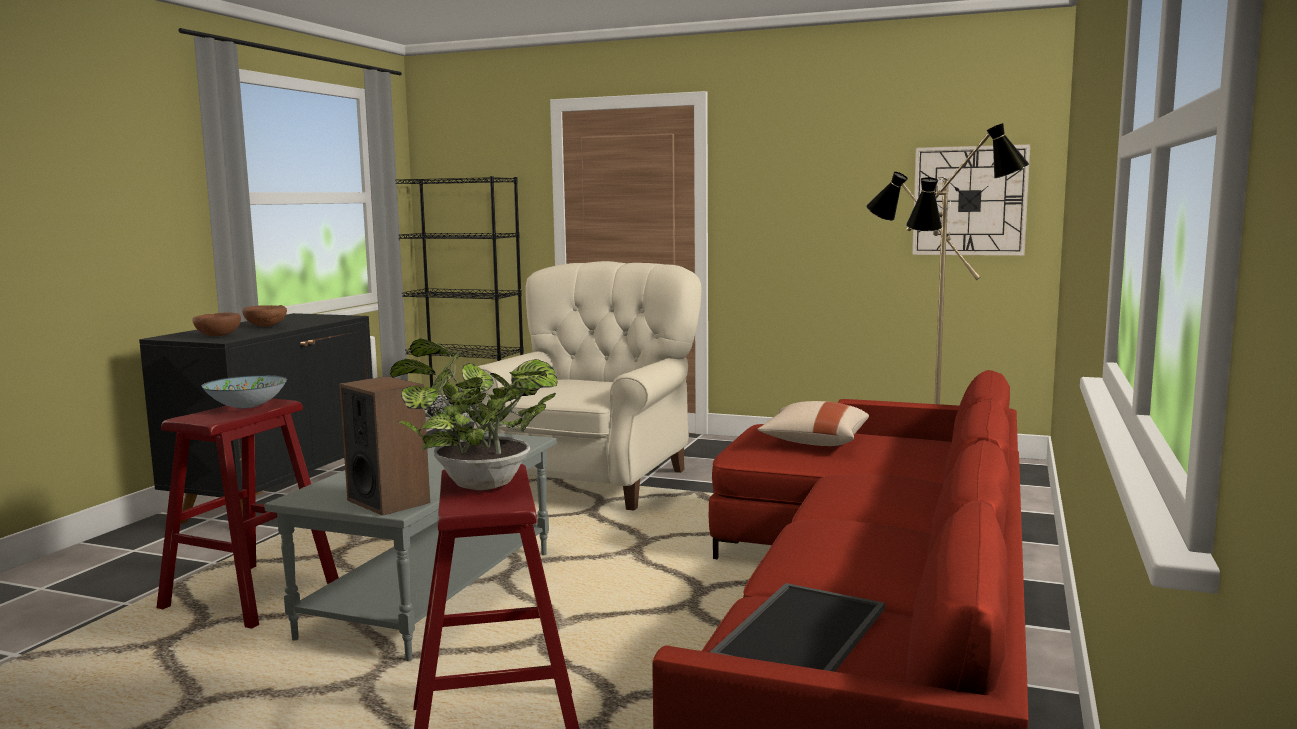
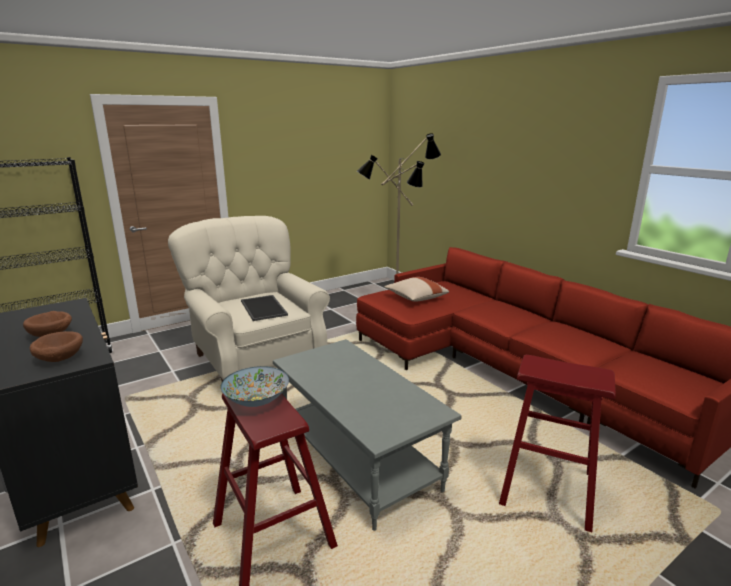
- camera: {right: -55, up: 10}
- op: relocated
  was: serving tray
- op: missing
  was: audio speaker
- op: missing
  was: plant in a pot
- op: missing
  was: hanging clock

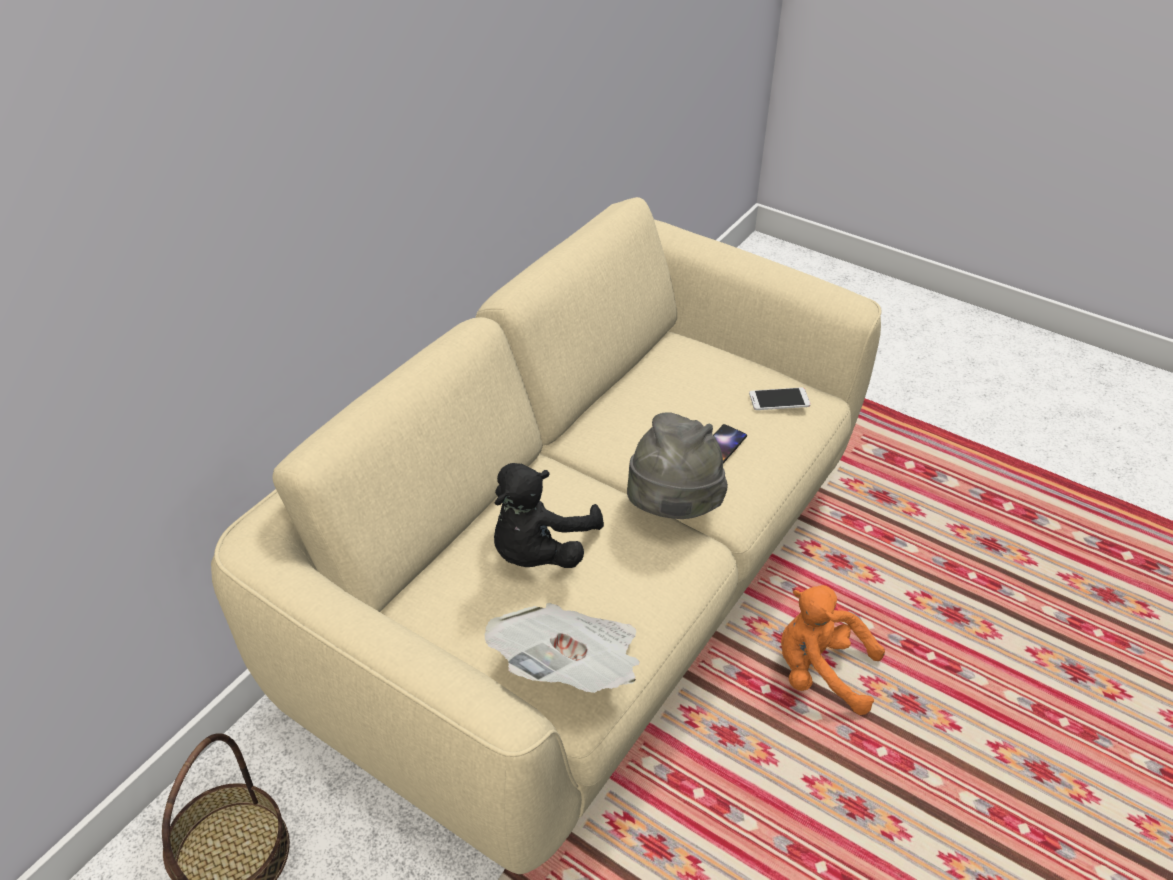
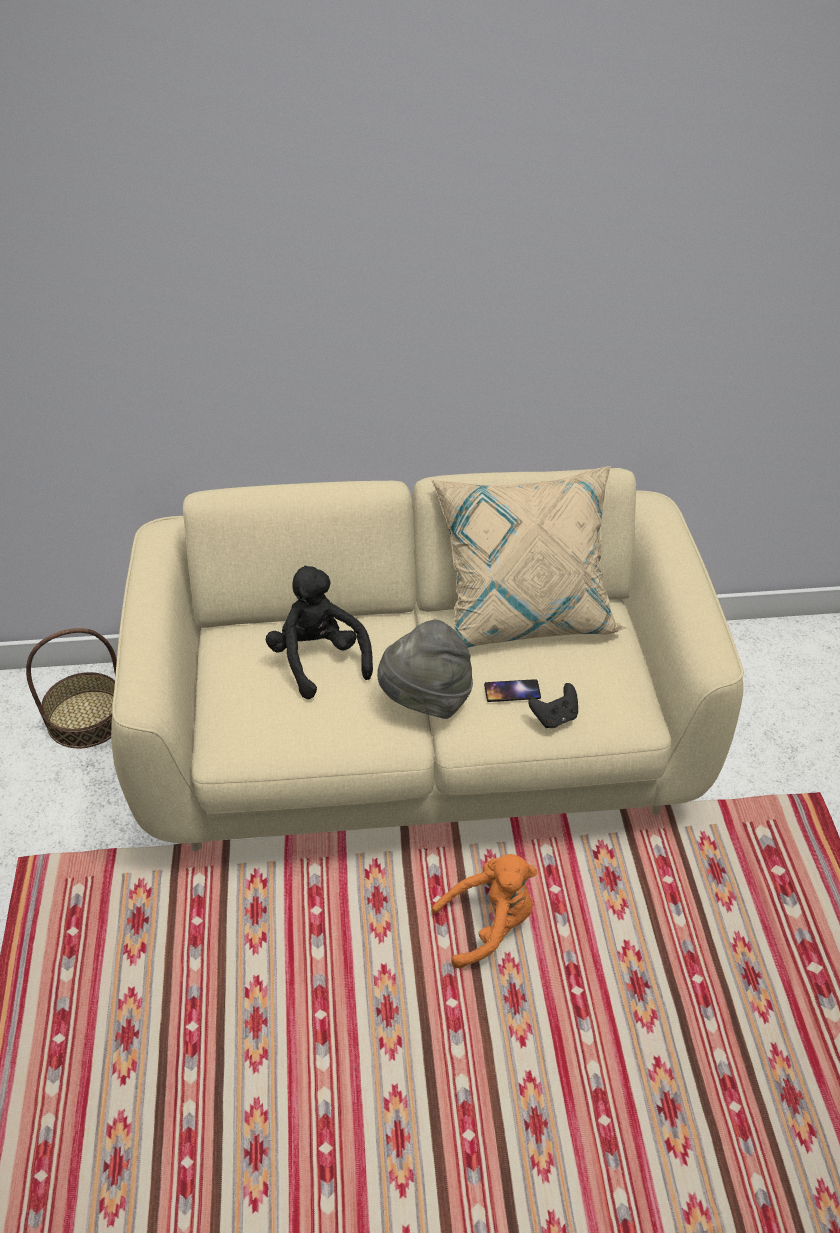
- camera: {right: 50, up: 0}
- op: spun
  was: soft toy (blackish)
  clockwise: 75
- op: appeared
  now: pillow (sand-coloured)
- op: spun
  was: soft toy (orange-coloured)
  clockwise: 90
- op: appeared
  now: joypad (blackish)
- op: missing
  was: printed paper
- op: missing
  was: telephone (no. 2 from left)

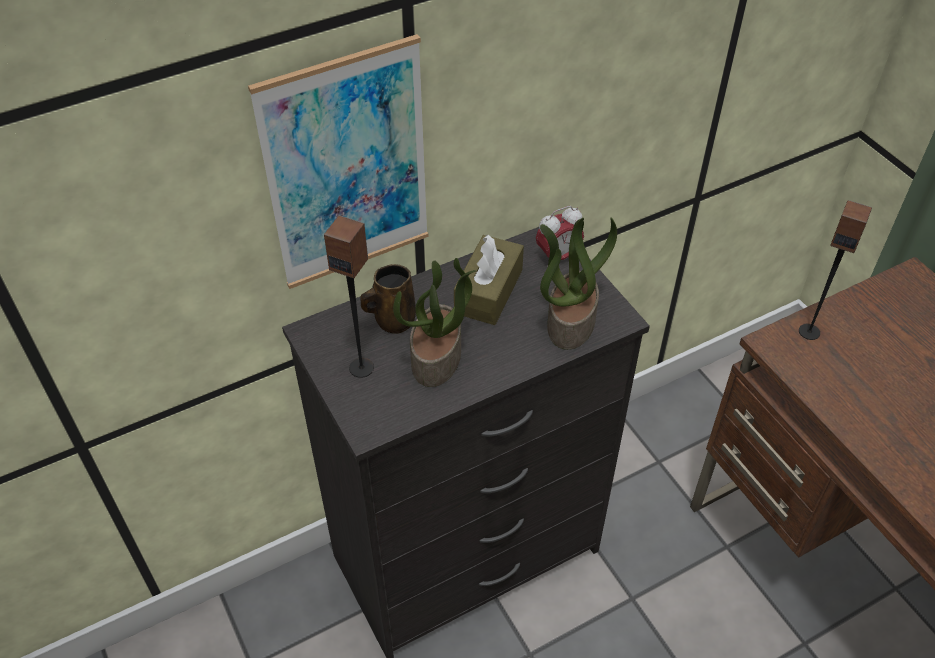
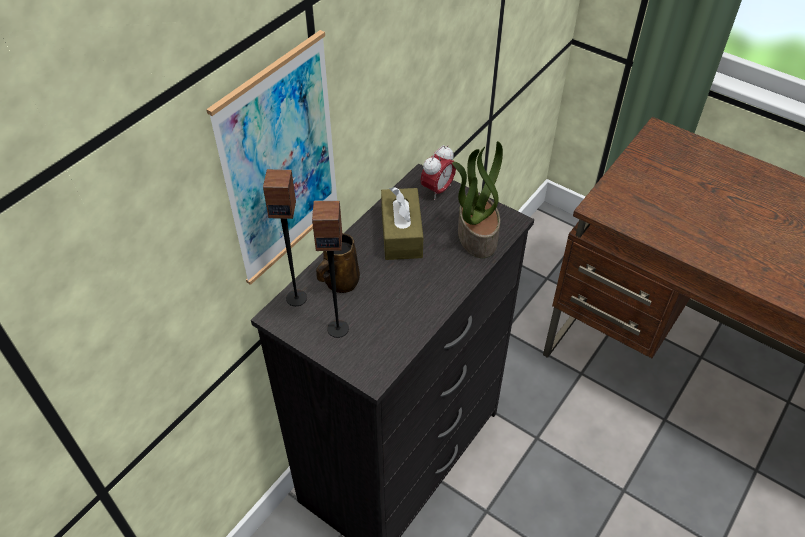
- camera: {right: -25, up: 0}
- op: relocated
  was: audio speaker (no. 2 from left in the first image)
  now: audio speaker (no. 1 from left)
- op: missing
  was: plant in a pot (no. 1 from left)

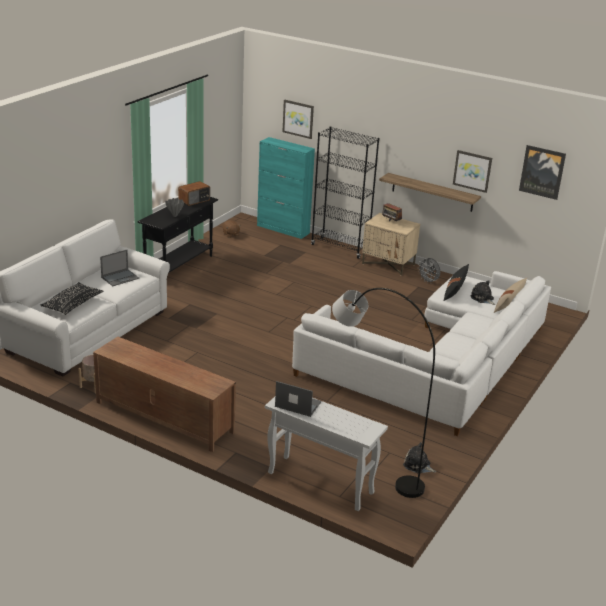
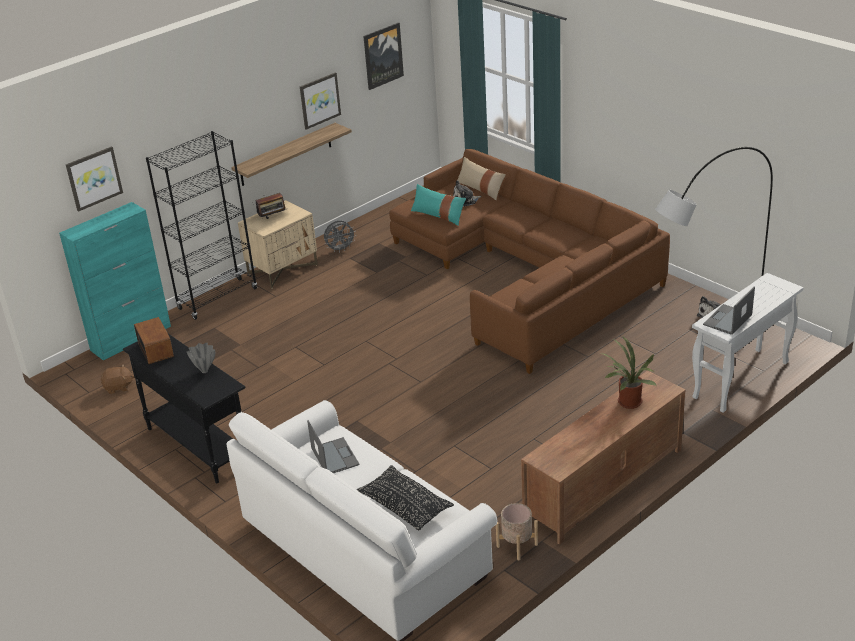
- camera: {right: -70, up: 5}
- op: colour
  was: settee (whitish) (no. 2 from left)
  now: settee (brown)
- op: colour
  was: pillow (blackish) (no. 2 from left)
  now: pillow (blue-green)
- op: appeared
  now: plant in a pot

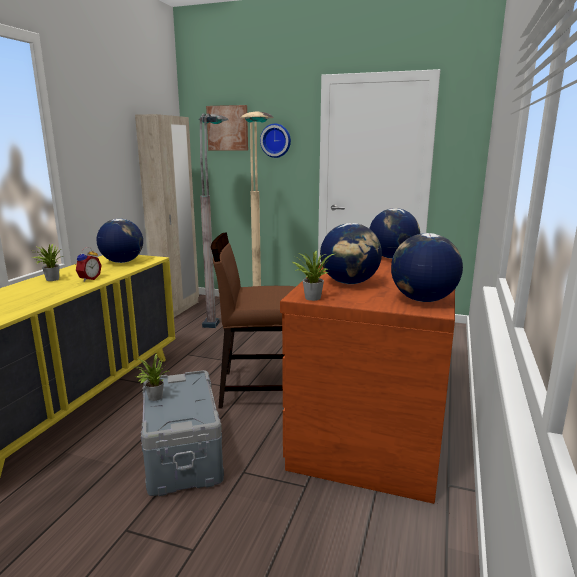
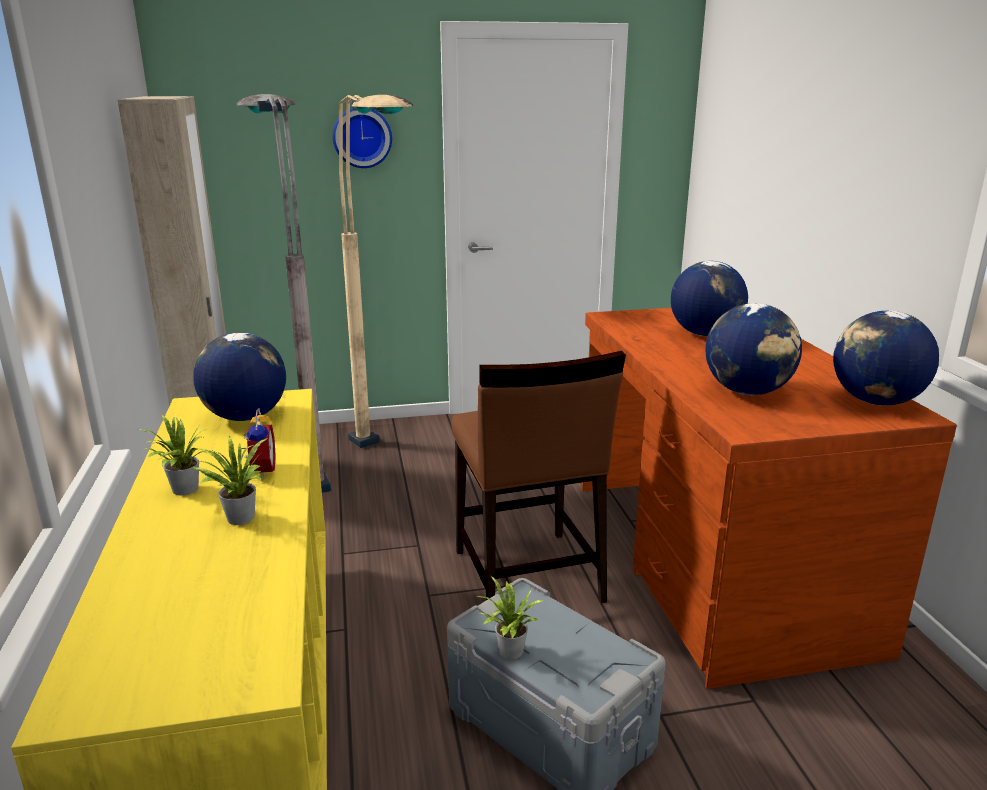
- camera: {right: -30, up: 5}
- op: relocated
  was: plant in a pot (no. 3 from left in the first image)
  now: plant in a pot (no. 2 from left)
- op: spun
  was: chair (brown)
  clockwise: -75
- op: missing
  was: picture

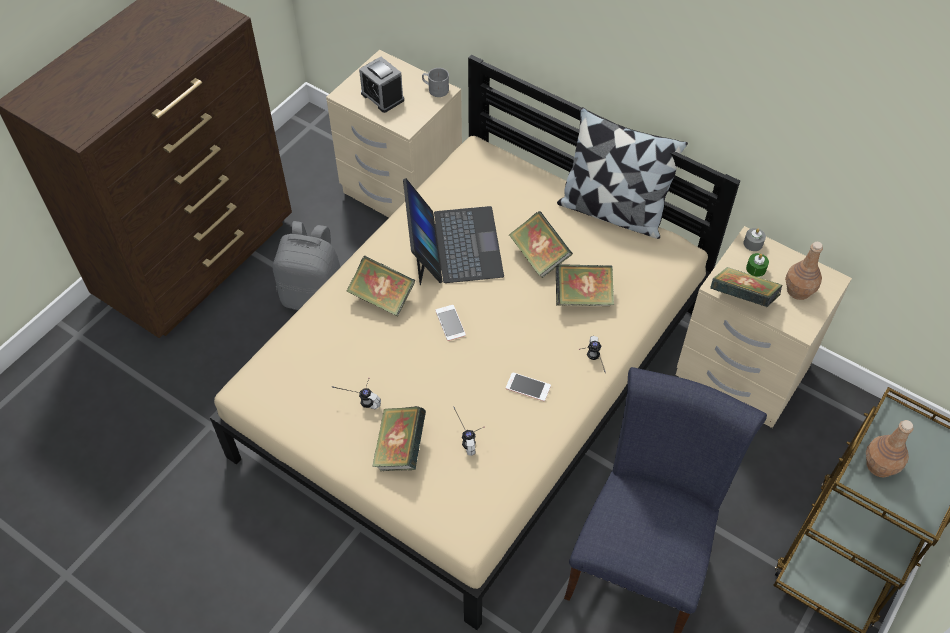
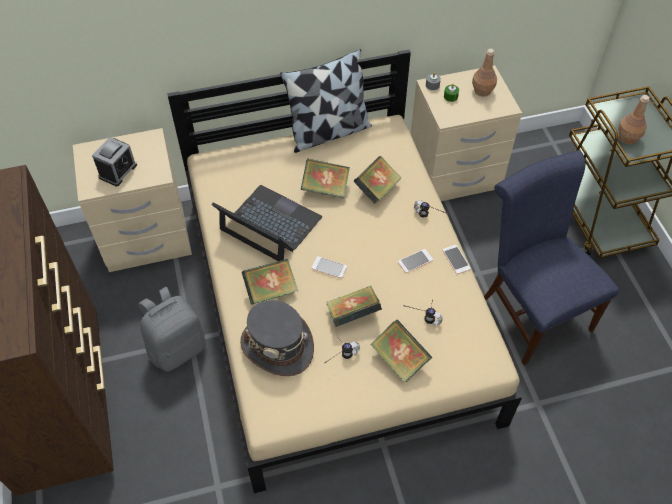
- camera: {right: -50, up: 0}
- op: spun
  was: table clock
  clockwise: -60
- op: appeared
  now: clothing hat (grey)
- op: relocated
  was: bound book (no. 5 from left in the first image)
  now: bound book (no. 3 from left)
- op: appeared
  now: telephone (no. 3 from left)
- op: missing
  was: tea mug (grey)

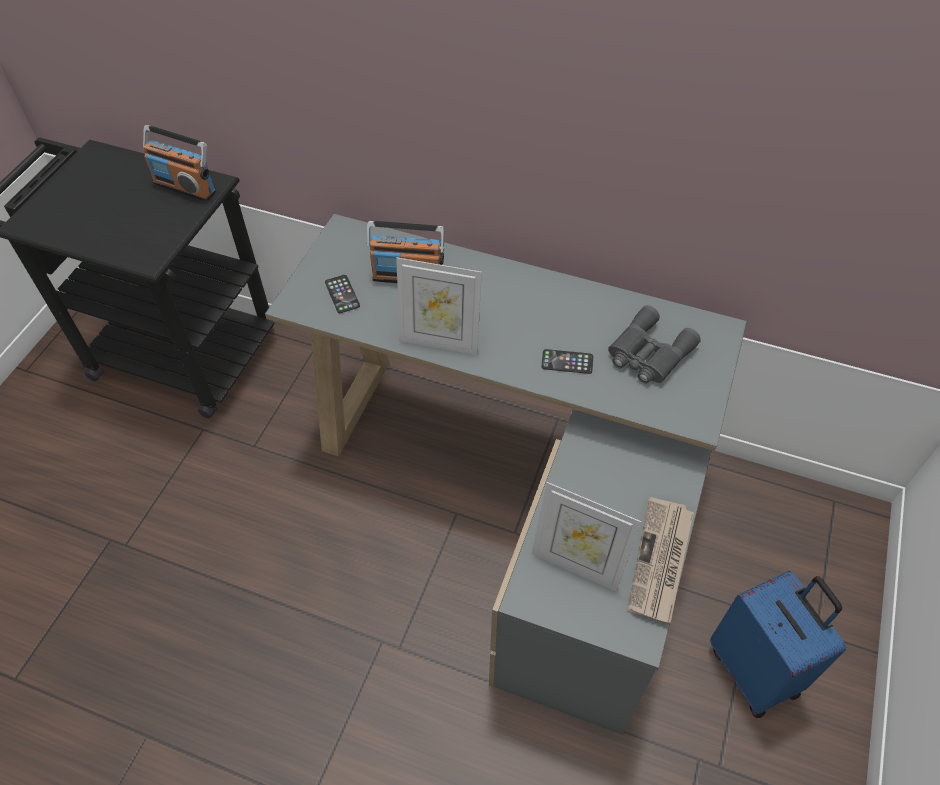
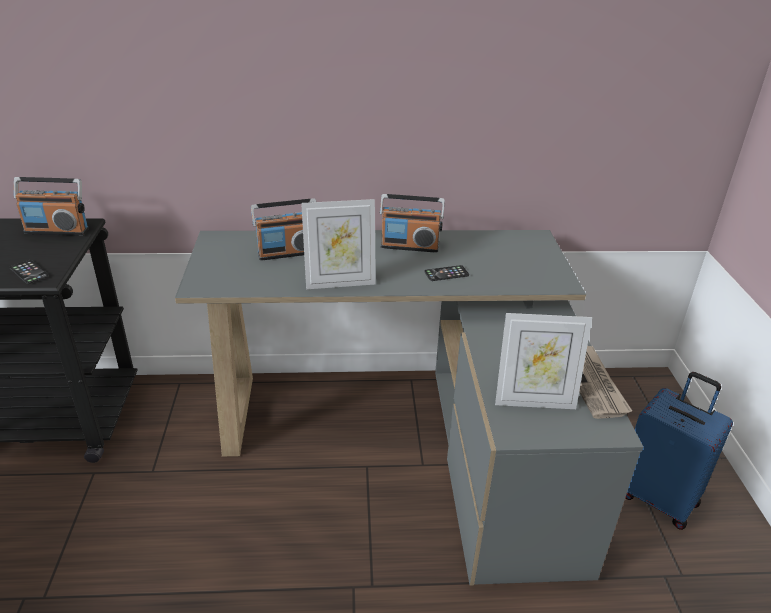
- camera: {right: -25, up: -20}
- op: relocated
  was: telephone (no. 1 from left)
- op: appeared
  now: radio receiver (no. 3 from left)
- op: missing
  was: field glasses (grey)

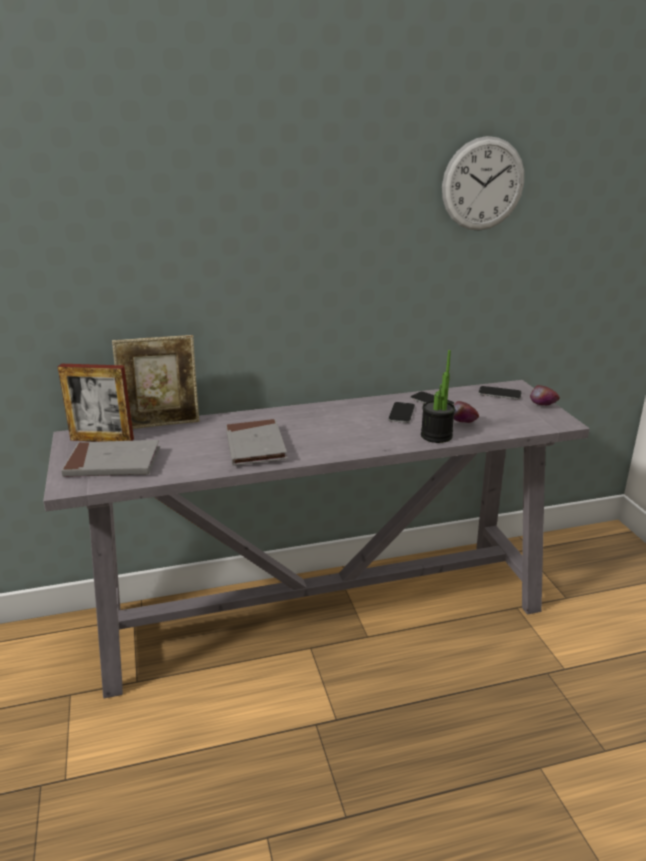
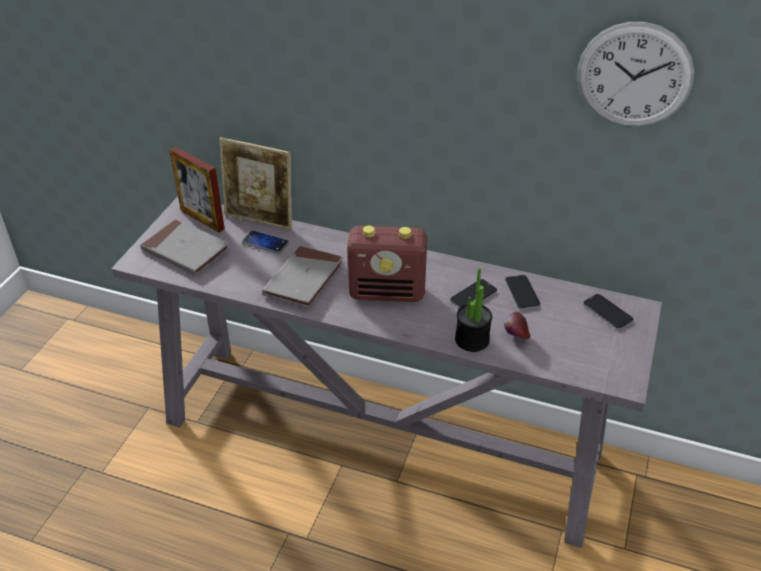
- camera: {right: 35, up: 15}
- op: appeared
  now: telephone (no. 1 from left)
- op: appeared
  now: radio receiver
- op: missing
  was: apple (no. 2 from left)

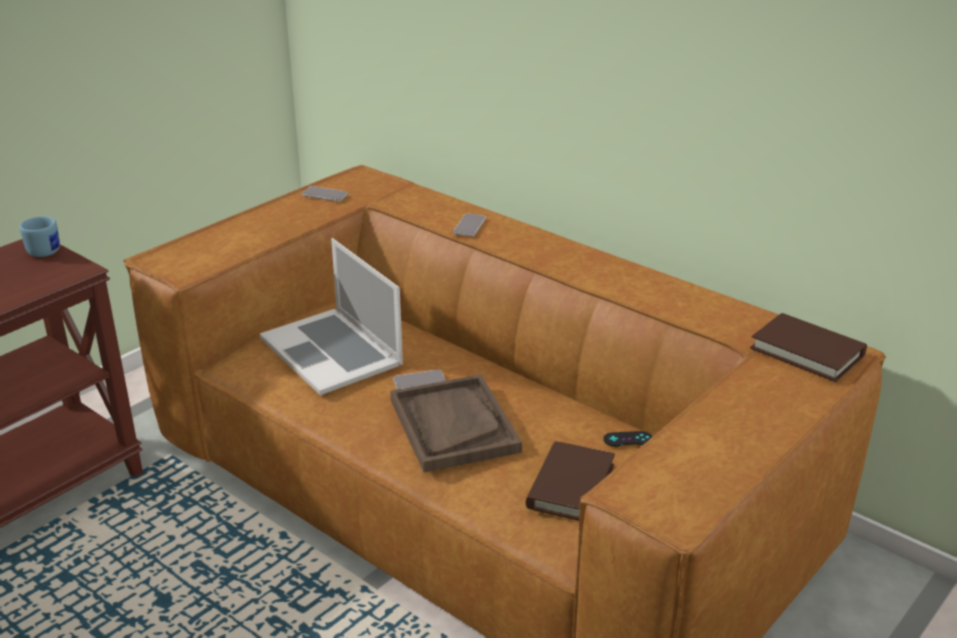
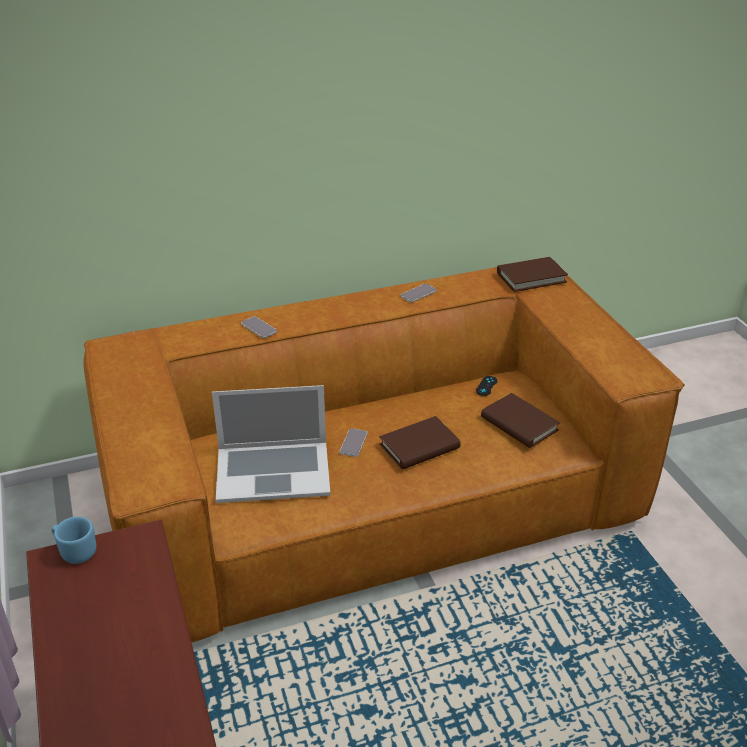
- camera: {right: -60, up: 5}
- op: exchanged
  was: serving tray (brown)
  now: bound book (brown) (no. 1 from left)
- op: relocated
  was: telephone (no. 1 from left in the first image)
  now: telephone (no. 3 from left)

